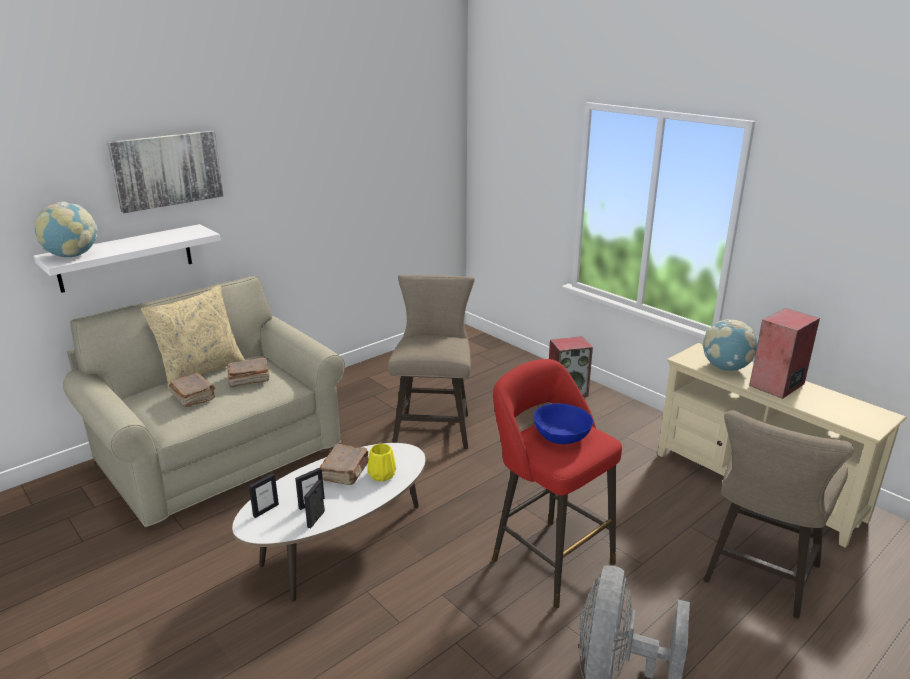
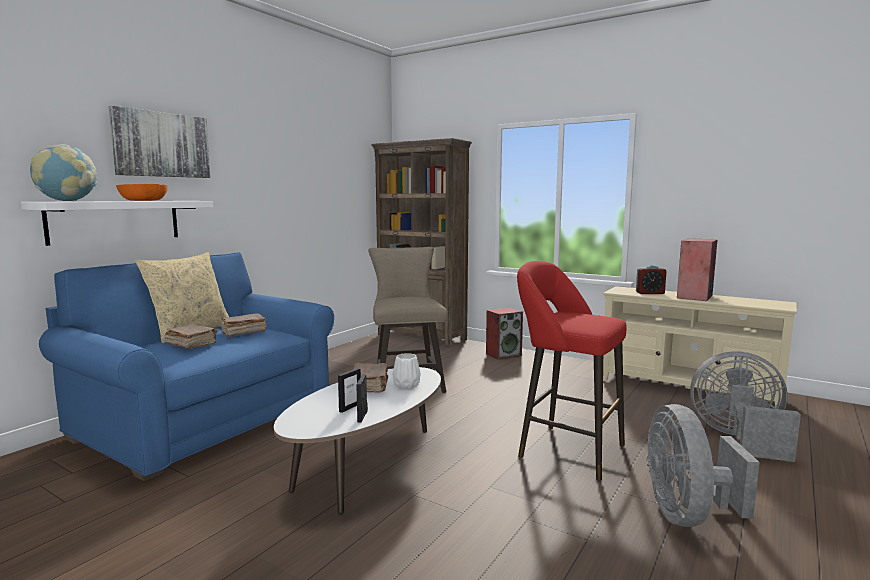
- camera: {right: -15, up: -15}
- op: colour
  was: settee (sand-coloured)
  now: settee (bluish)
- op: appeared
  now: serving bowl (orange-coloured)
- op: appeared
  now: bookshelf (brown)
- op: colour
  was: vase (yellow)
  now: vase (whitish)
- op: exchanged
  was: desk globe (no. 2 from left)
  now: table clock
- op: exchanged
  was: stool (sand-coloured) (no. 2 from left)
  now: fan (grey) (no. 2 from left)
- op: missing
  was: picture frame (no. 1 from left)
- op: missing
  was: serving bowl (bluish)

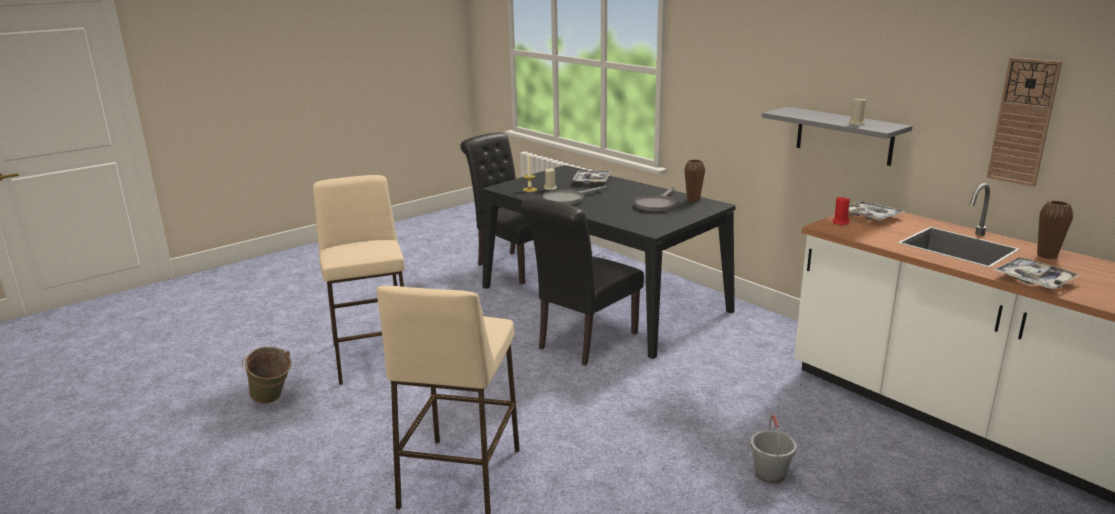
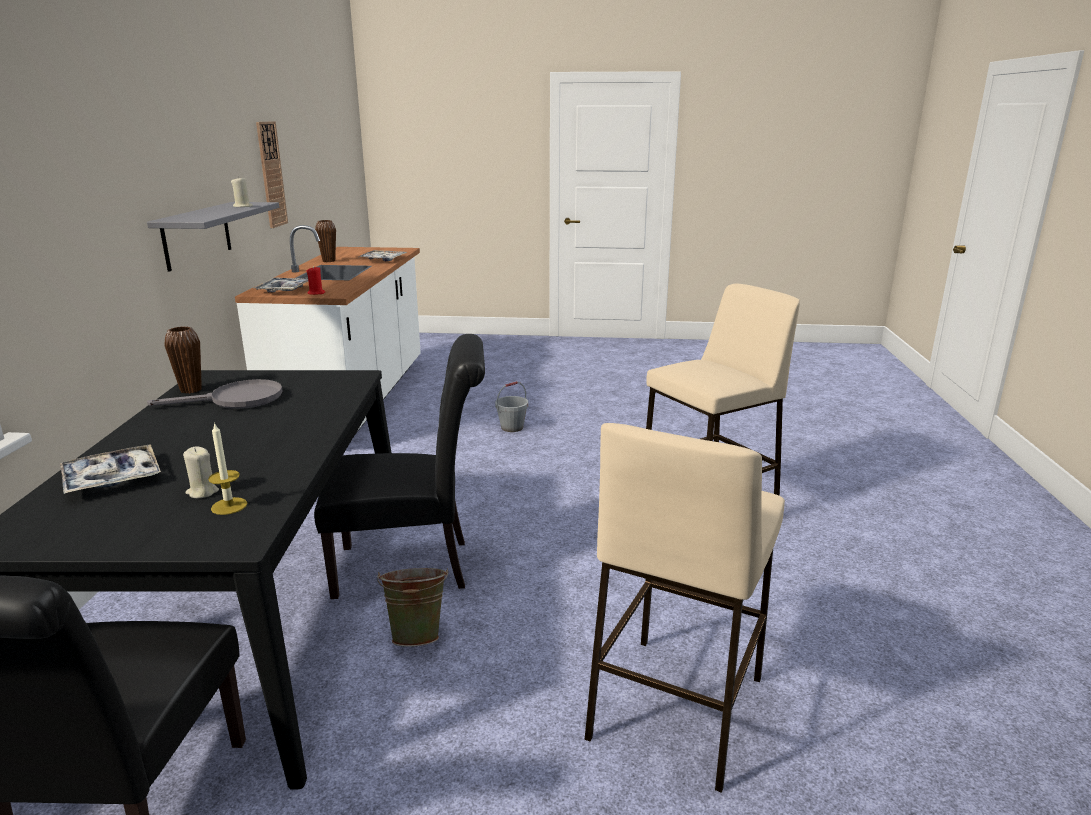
- camera: {right: -135, up: 0}
- op: relocated
  was: pail (green)
- op: missing
  was: pan (grey) (no. 1 from left)

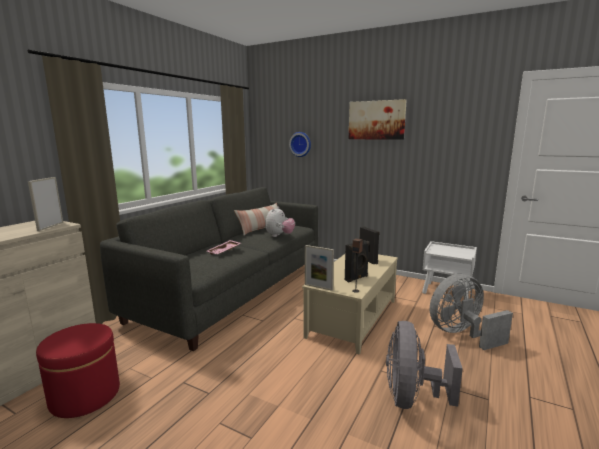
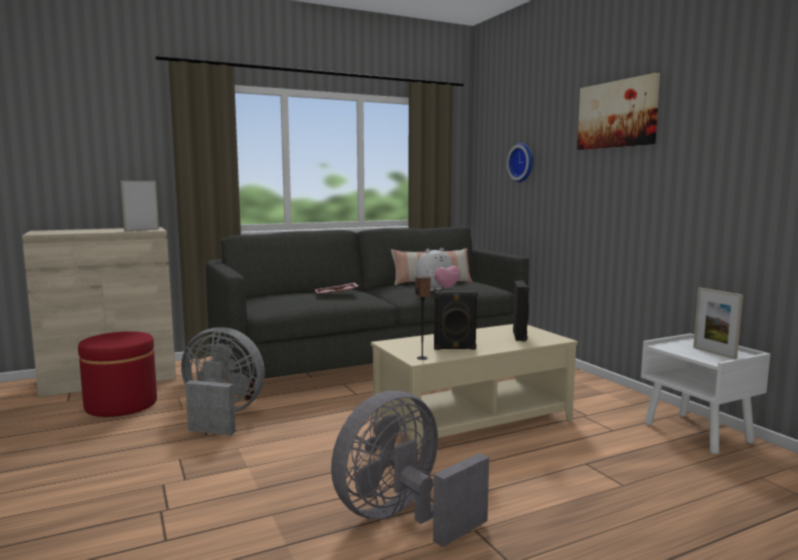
- camera: {right: 35, up: -5}
- op: relocated
  was: fan (grey) (no. 2 from left in the first image)
  now: fan (grey) (no. 1 from left)
- op: relocated
  was: picture frame (no. 2 from left)

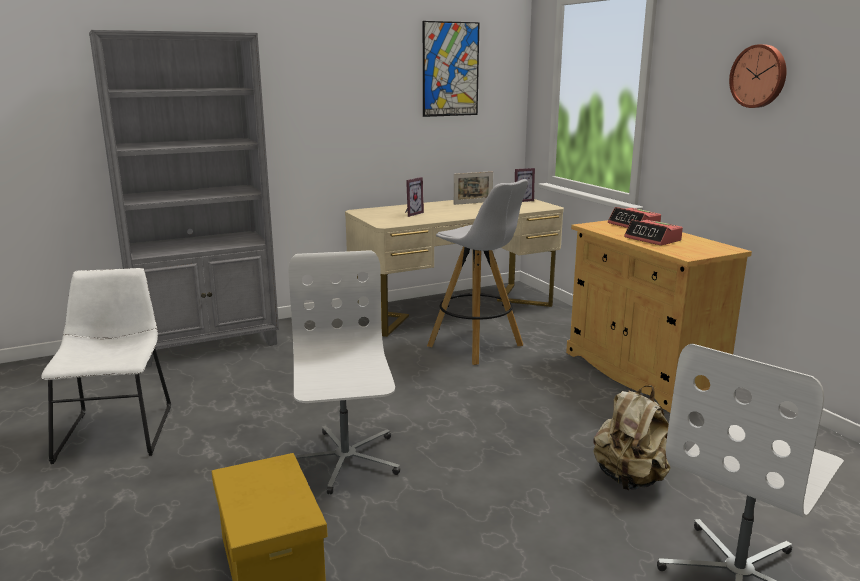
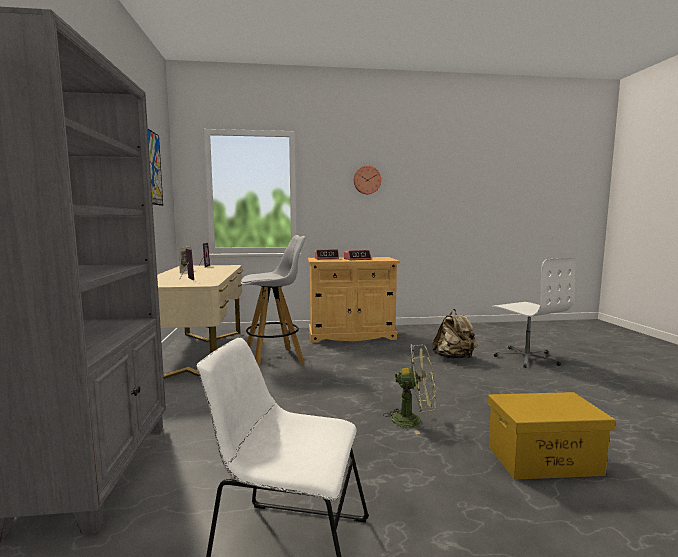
- camera: {right: -70, up: -10}
- op: exchanged
  was: office chair (whitish) (no. 1 from left)
  now: fan (green)

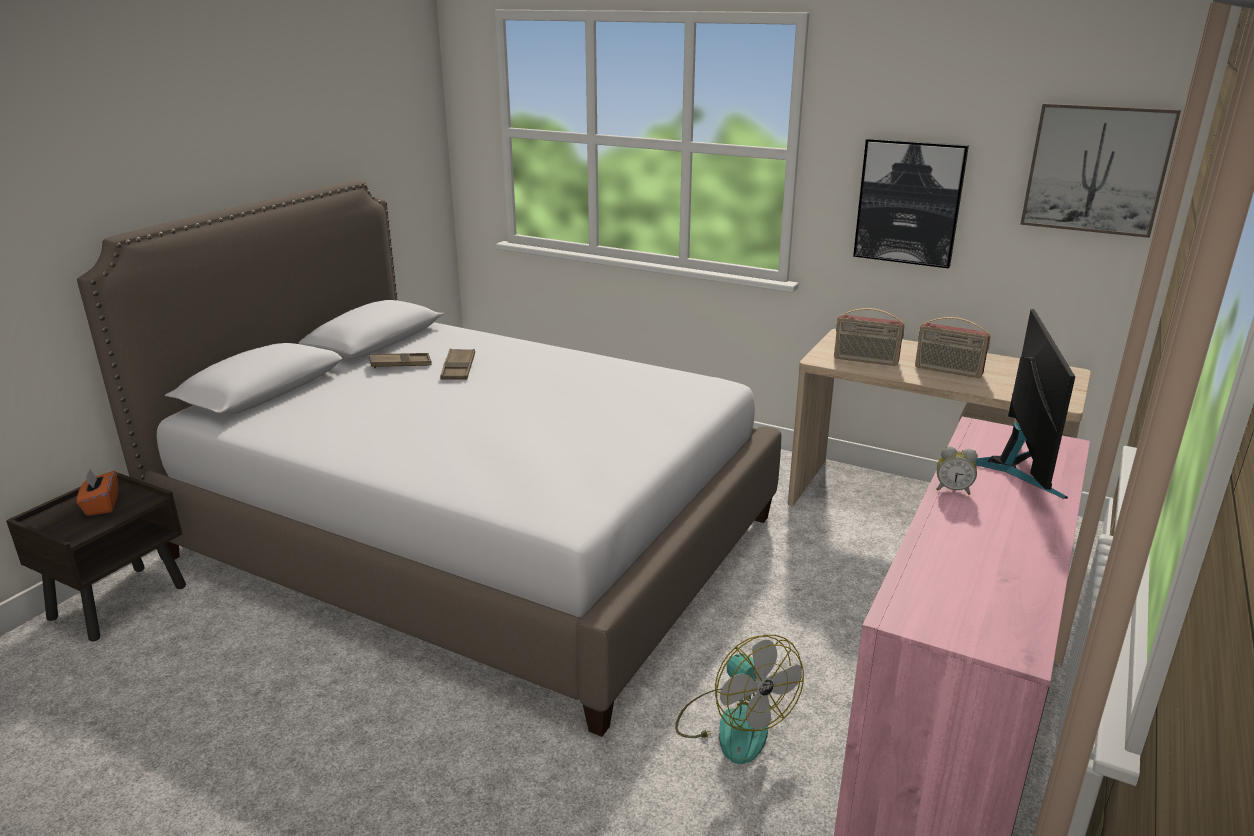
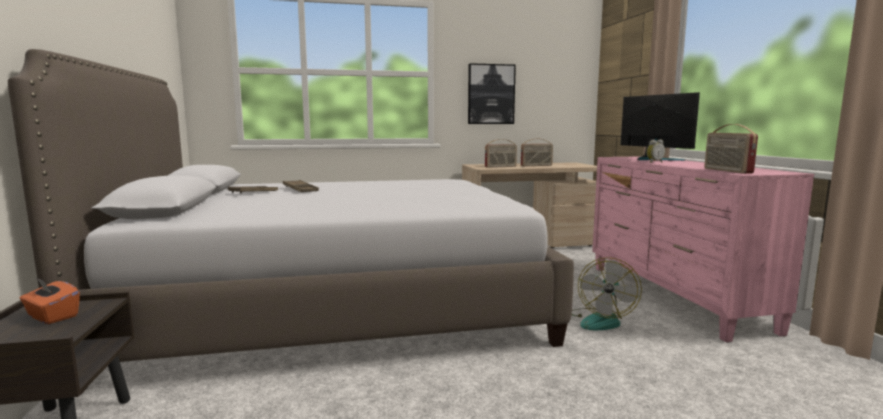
- camera: {right: -40, up: -15}
- op: spun
  was: fan
  clockwise: 90
- op: appeared
  now: radio receiver (no. 3 from left)
- op: missing
  was: picture (no. 2 from left)

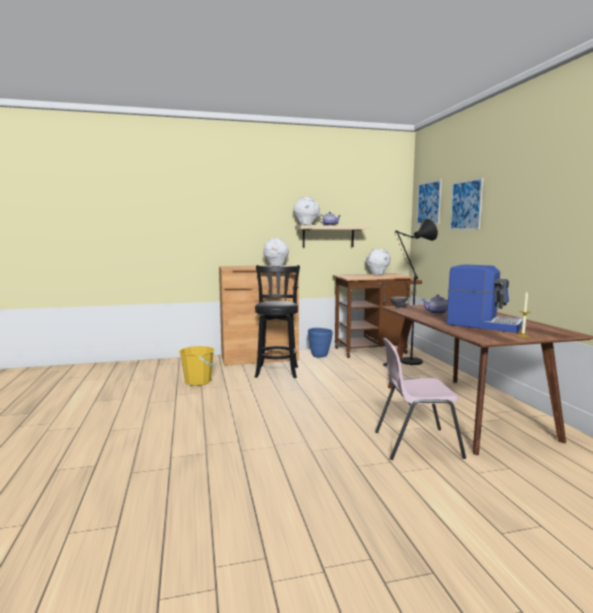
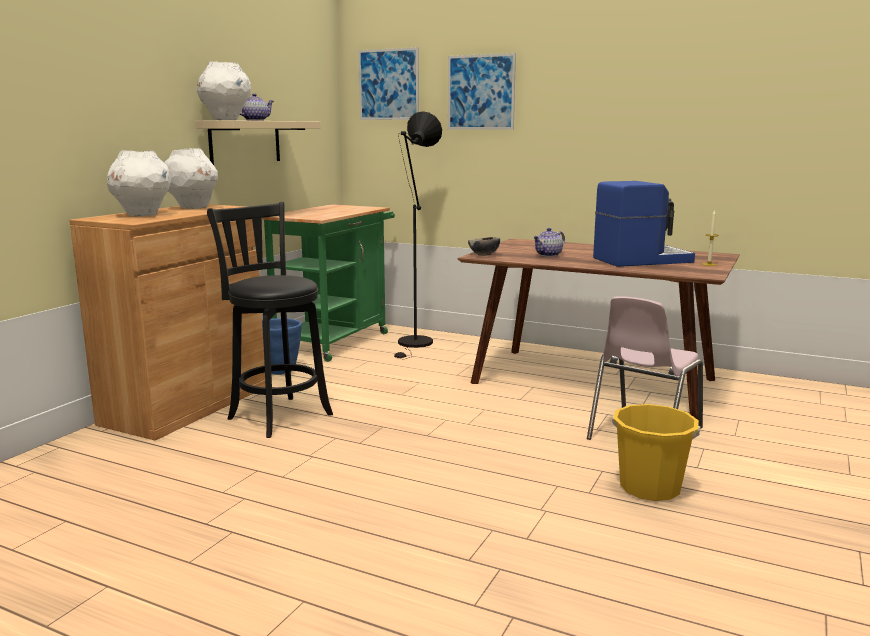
- camera: {right: -50, up: 5}
- op: relocated
  was: vase (whitish) (no. 3 from left in the first image)
  now: vase (whitish) (no. 1 from left)
- op: colour
  was: cart (brown)
  now: cart (green)
- op: relocated
  was: pail (yellow)

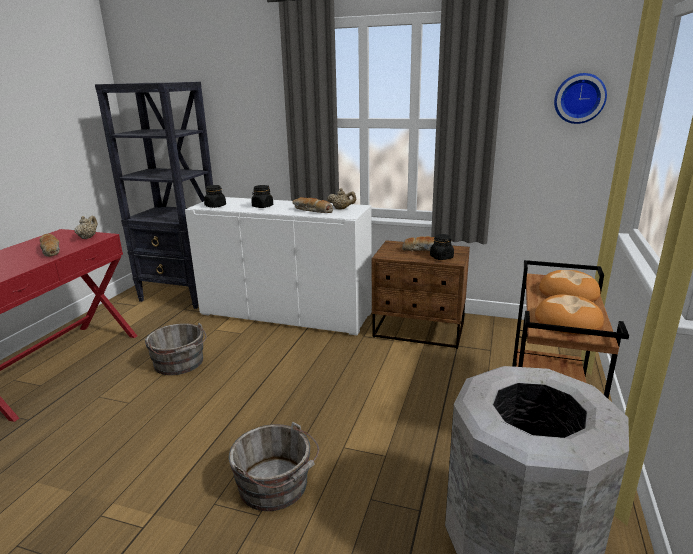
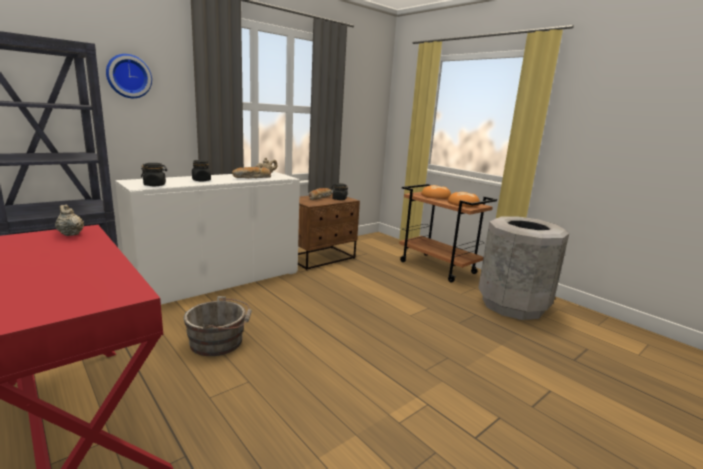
- camera: {right: -60, up: -5}
- op: relocated
  was: hanging clock
- op: missing
  was: baked bread (no. 1 from left)
- op: missing
  was: pail (grey) (no. 2 from left)

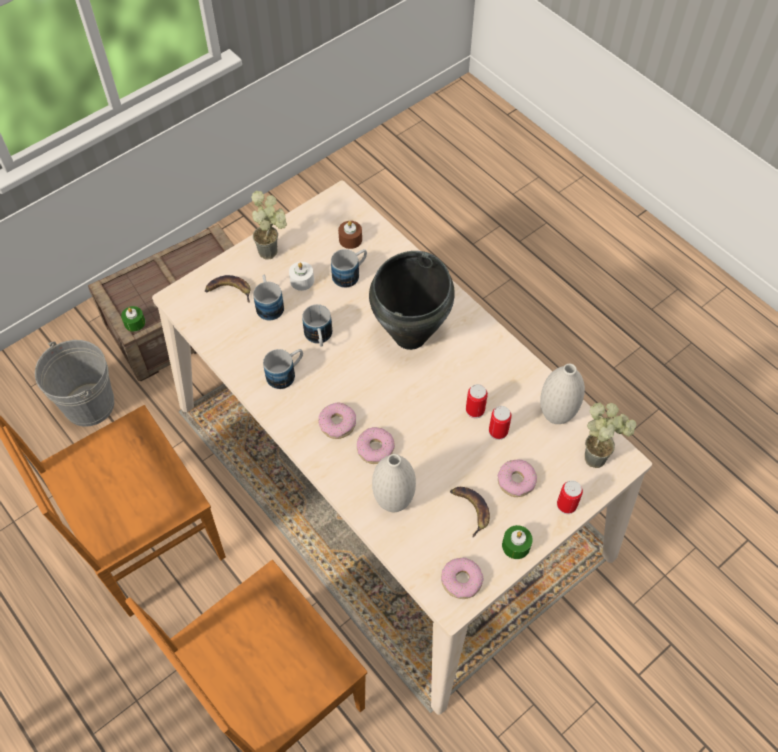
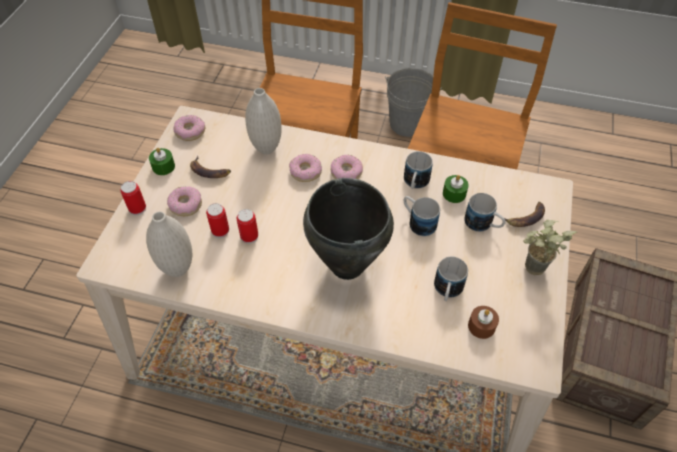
- camera: {right: 145, up: -5}
- op: relocated
  was: pail (grey)
- op: relocated
  was: wax light (green) (no. 1 from left in the first image)
  now: wax light (green) (no. 2 from left)
- op: missing
  was: wax light (whitish)
- op: missing
  was: plant in a pot (no. 2 from left)

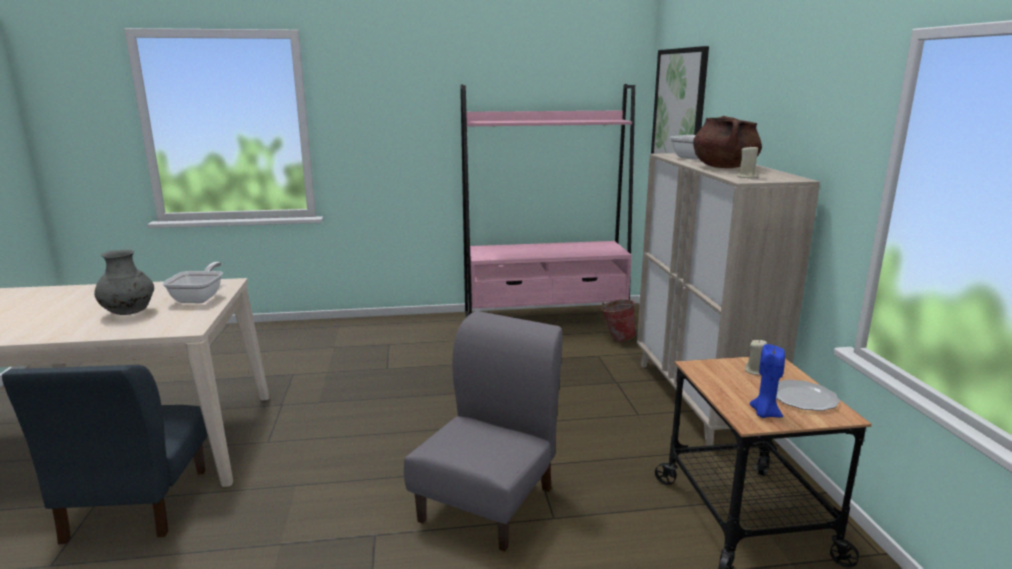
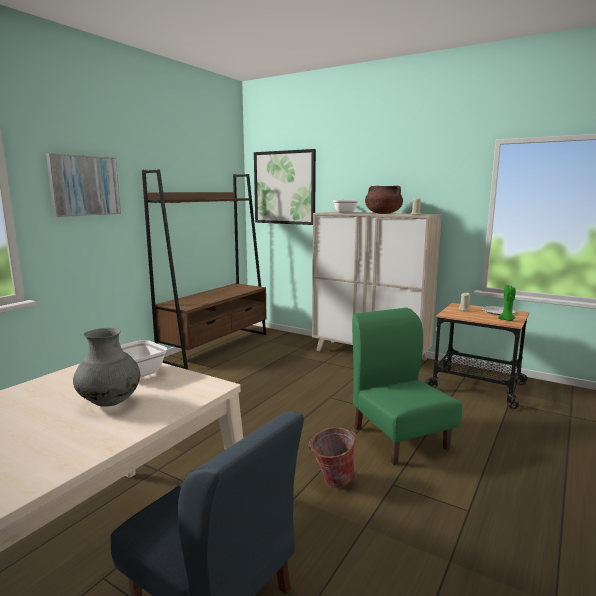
- camera: {right: -50, up: -5}
- op: appeared
  now: picture (no. 1 from left)
- op: colour
  was: bookshelf (pink-coloured)
  now: bookshelf (brown)
- op: relocated
  was: pail
- op: colour
  was: chair (grey)
  now: chair (green)
- op: colour
  was: wax light (bluish)
  now: wax light (green)

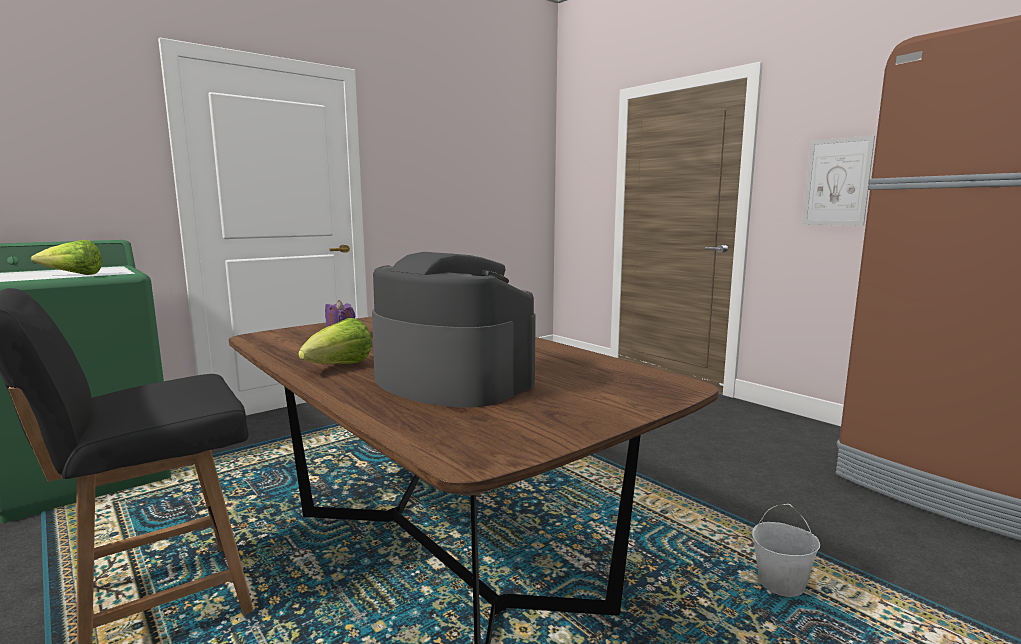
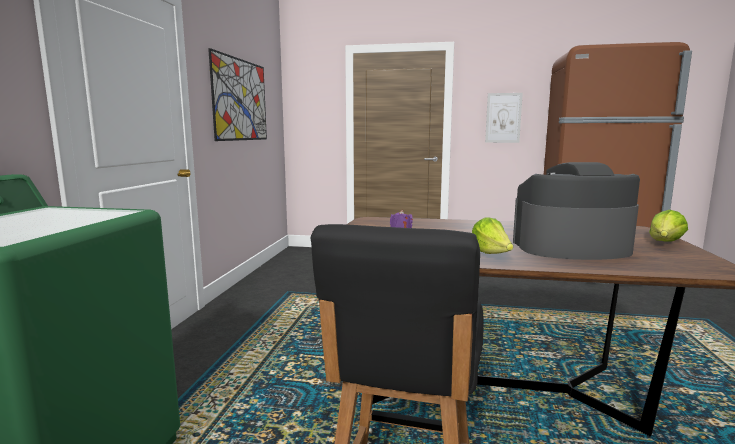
- camera: {right: -40, up: 0}
- op: appeared
  now: picture (no. 1 from left)
- op: relocated
  was: head of lettuce (no. 1 from left in the first image)
  now: head of lettuce (no. 2 from left)
- op: missing
  was: pail (whitish)

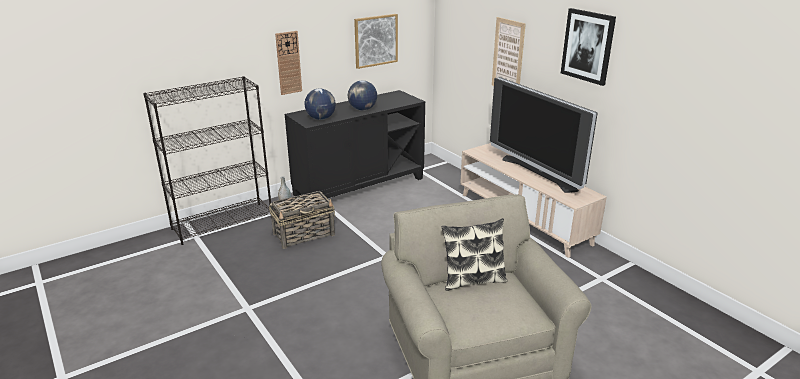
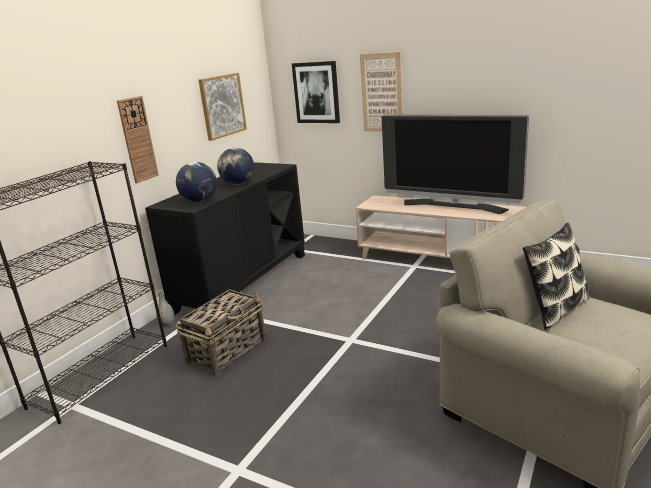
- camera: {right: -25, up: -5}
- op: relocated
  was: picture (no. 3 from left in the first image)
  now: picture (no. 2 from left)

